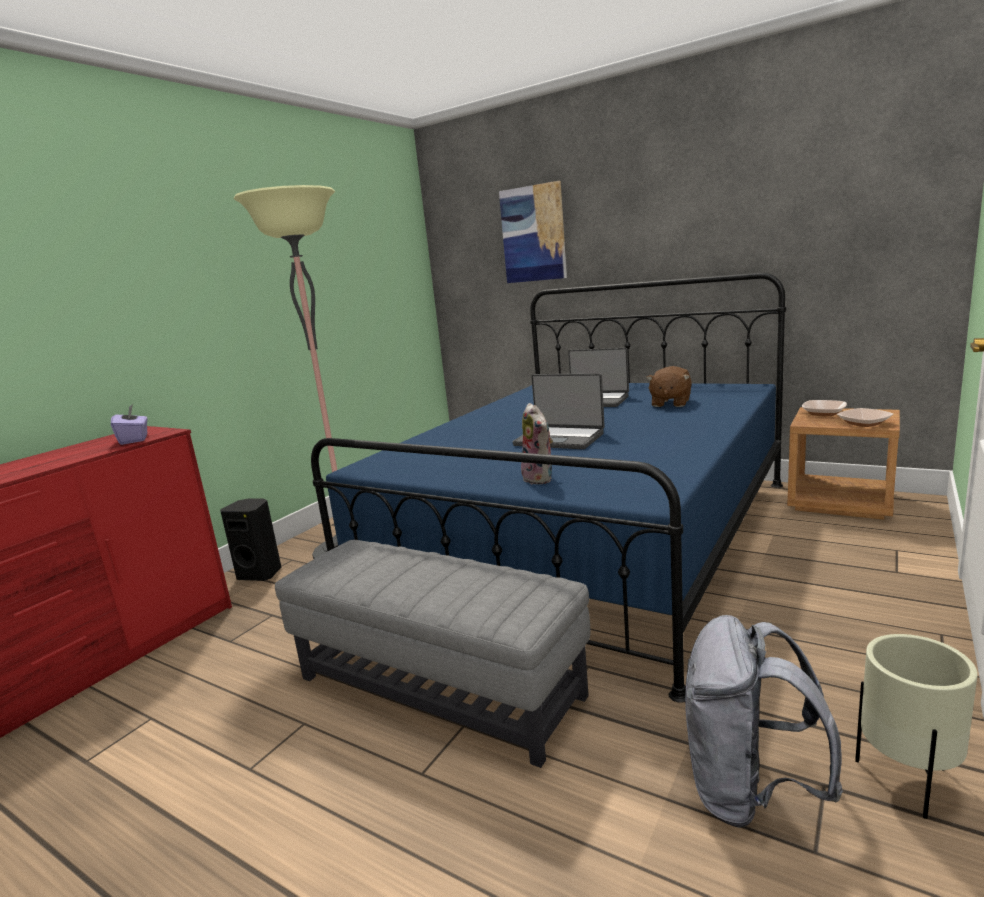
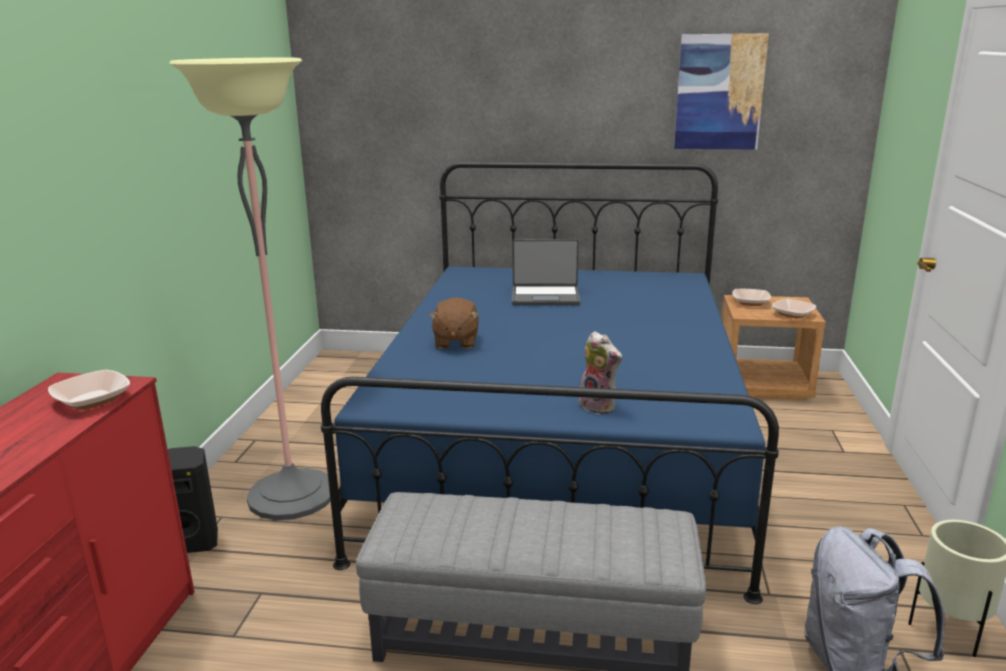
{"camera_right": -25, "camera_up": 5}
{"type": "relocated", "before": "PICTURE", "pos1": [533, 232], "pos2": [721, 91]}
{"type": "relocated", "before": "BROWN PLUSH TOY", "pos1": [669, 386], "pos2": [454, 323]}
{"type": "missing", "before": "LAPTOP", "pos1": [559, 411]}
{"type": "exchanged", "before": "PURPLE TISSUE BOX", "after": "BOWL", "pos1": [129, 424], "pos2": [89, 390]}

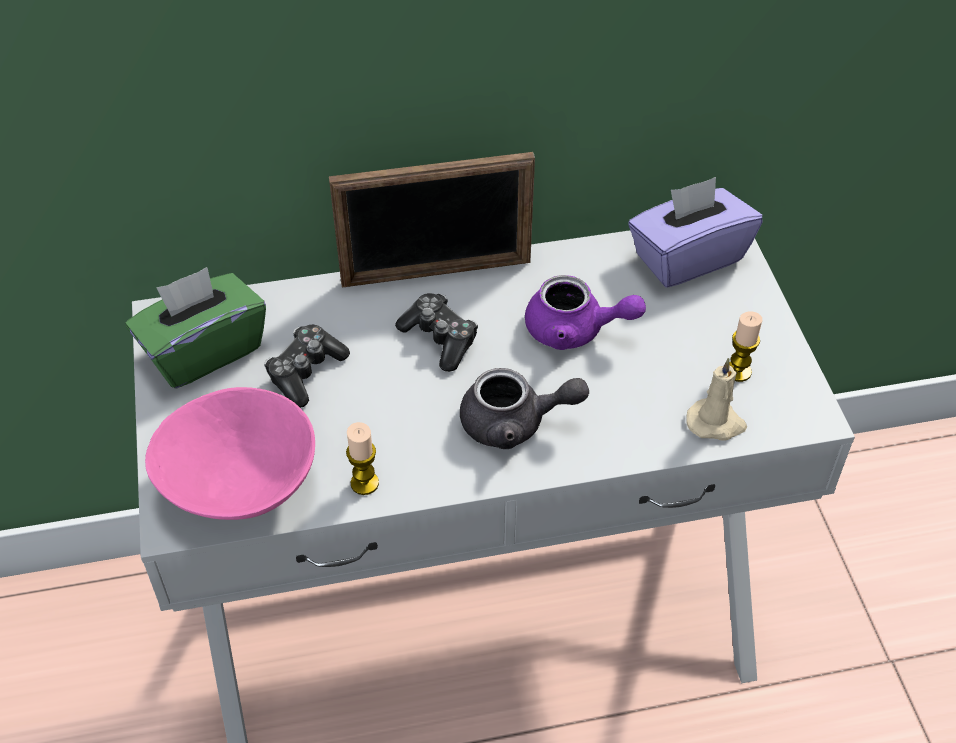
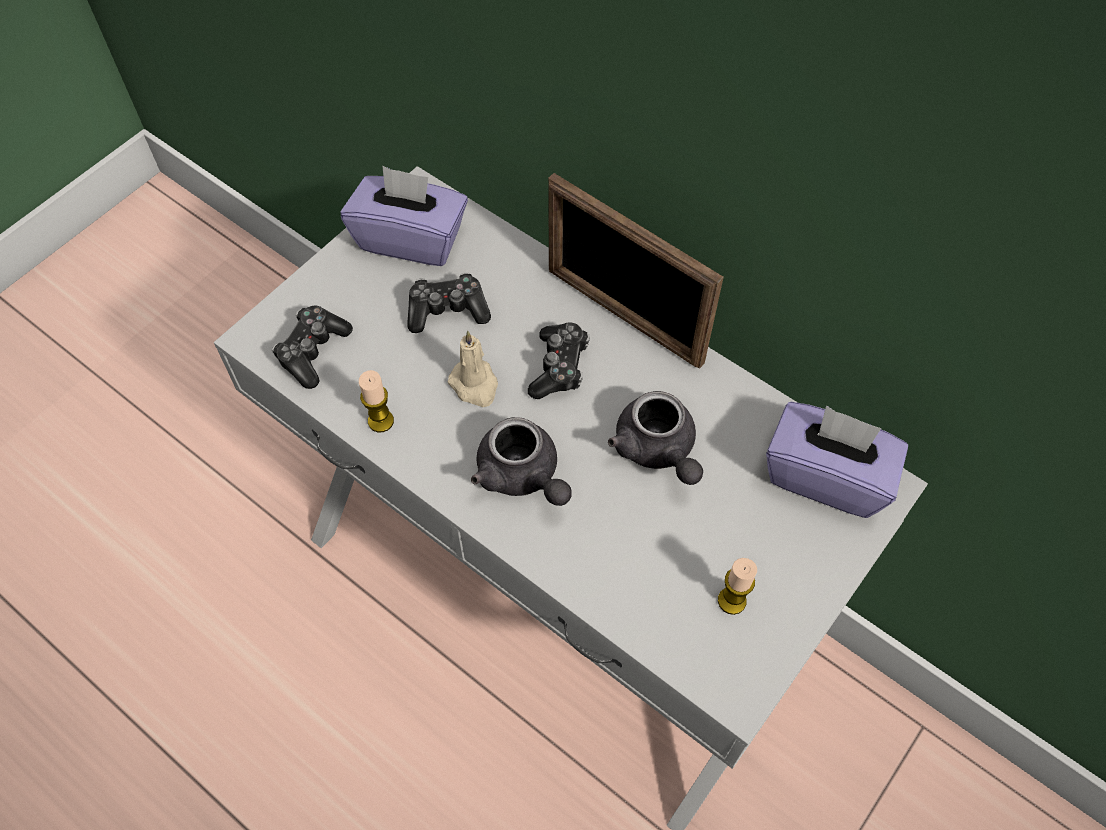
{"camera_right": 50, "camera_up": 10}
{"type": "colour", "before": "GREEN TISSUE BOX", "after": "PURPLE TISSUE BOX", "pos1": [196, 328], "pos2": [404, 215]}
{"type": "colour", "before": "PURPLE TEAPOT", "after": "GREY TEAPOT", "pos1": [585, 312], "pos2": [655, 438]}
{"type": "relocated", "before": "BEIGE CANDLE", "pos1": [716, 399], "pos2": [473, 369]}
{"type": "exchanged", "before": "PINK BOWL", "after": "GAME CONTROLLER", "pos1": [230, 453], "pos2": [312, 347]}

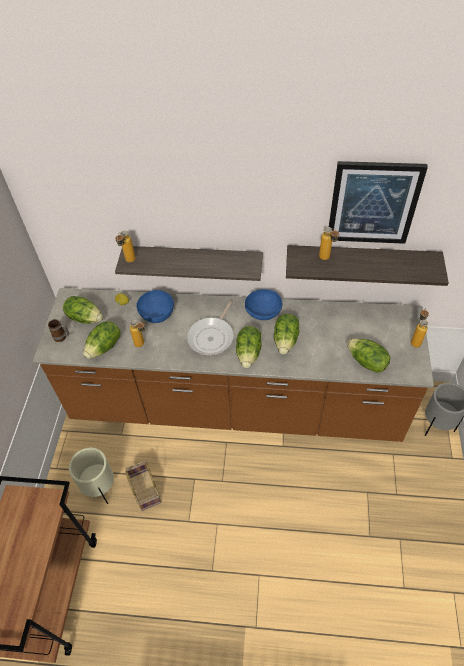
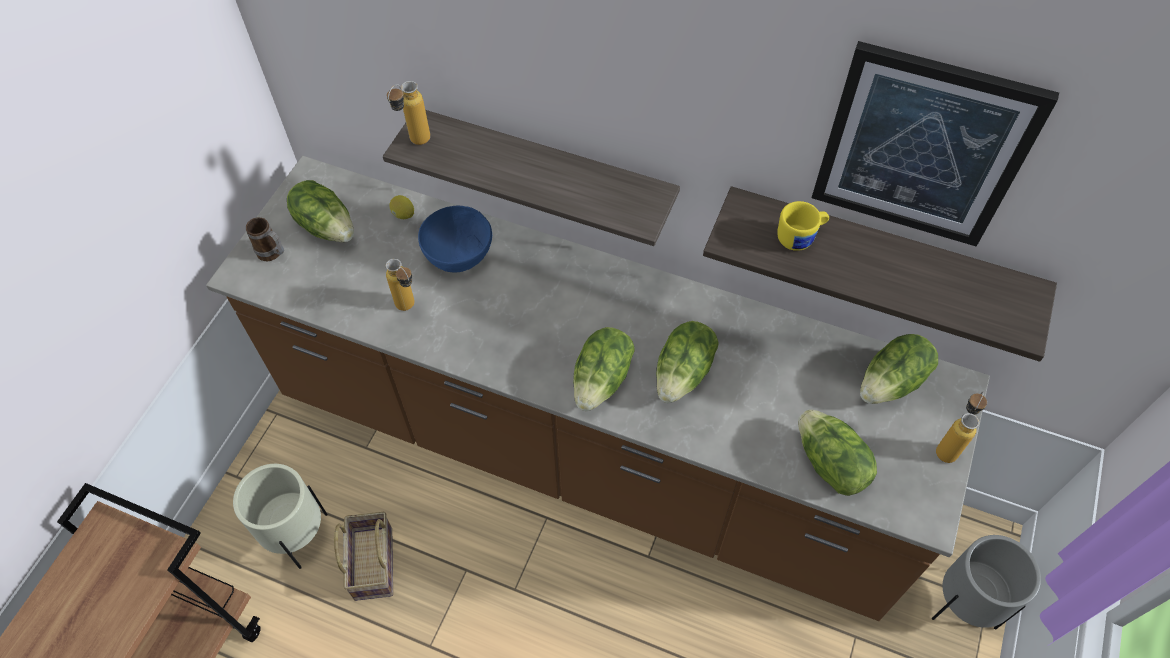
{"camera_right": 15, "camera_up": 5}
{"type": "exchanged", "before": "BOTTLE", "after": "YELLOW MUG", "pos1": [329, 243], "pos2": [803, 226]}
{"type": "missing", "before": "BLUE BOWL", "pos1": [263, 304]}
{"type": "missing", "before": "FRYING PAN", "pos1": [210, 328]}
{"type": "relocated", "before": "LETTUCE", "pos1": [102, 340], "pos2": [899, 369]}

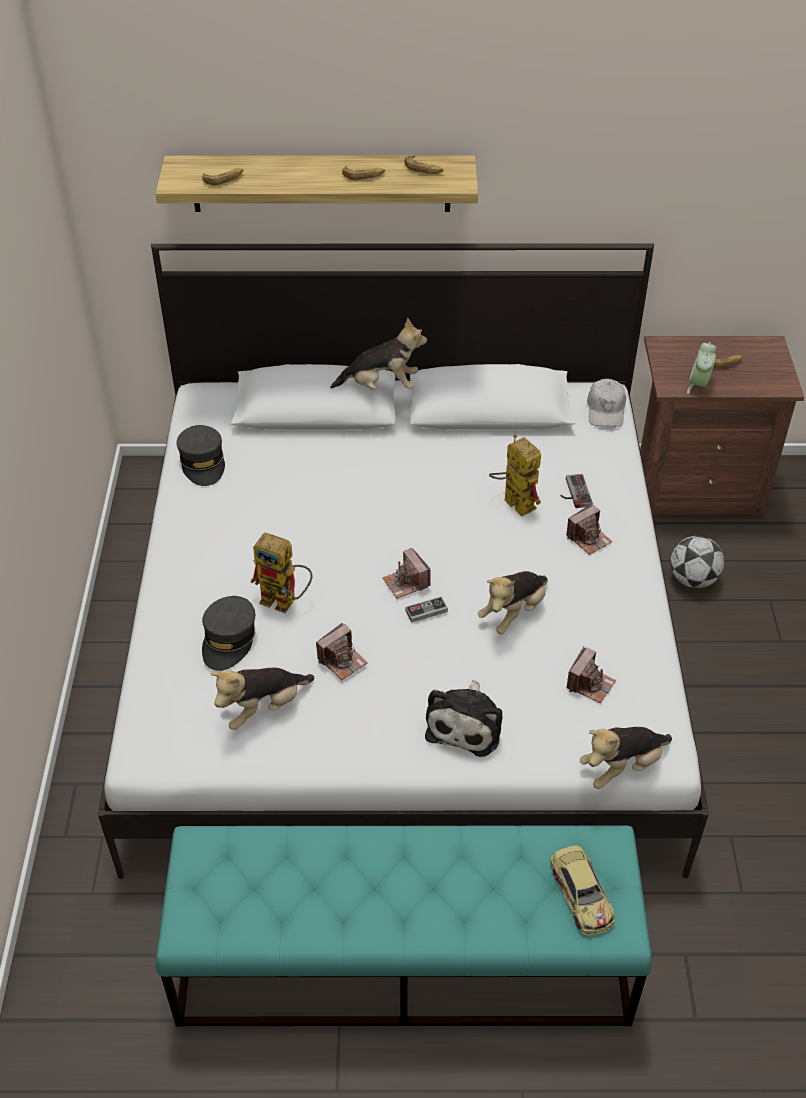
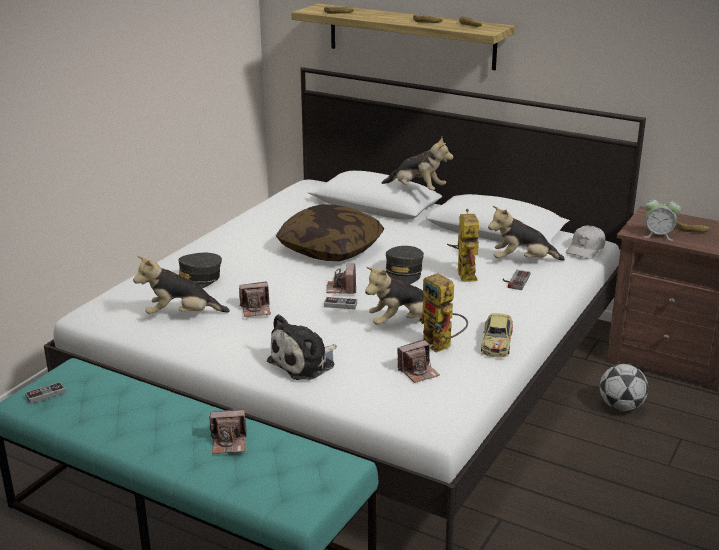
{"camera_right": 30, "camera_up": -20}
{"type": "spun", "before": "ALARM CLOCK", "pos1": [701, 368], "pos2": [662, 218], "turn": -120}
{"type": "relocated", "before": "GREY CAP", "pos1": [201, 455], "pos2": [405, 265]}
{"type": "relocated", "before": "PHOTO CAMERA", "pos1": [589, 529], "pos2": [228, 431]}
{"type": "relocated", "before": "TOY ROBOT", "pos1": [281, 572], "pos2": [443, 313]}
{"type": "relocated", "before": "PLUSH TOY", "pos1": [626, 758], "pos2": [526, 233]}
{"type": "relocated", "before": "TOY CAR", "pos1": [582, 890], "pos2": [497, 335]}
{"type": "appeared", "after": "PILLOW", "pos2": [330, 232]}
{"type": "appeared", "after": "GAME CONTROLLER", "pos2": [45, 393]}

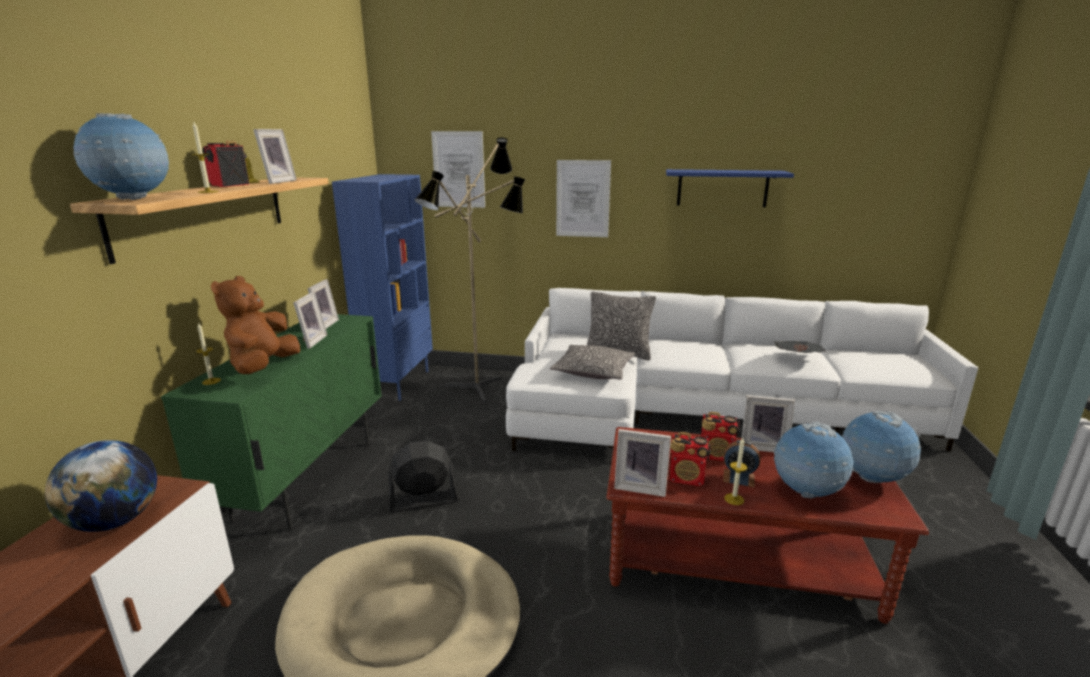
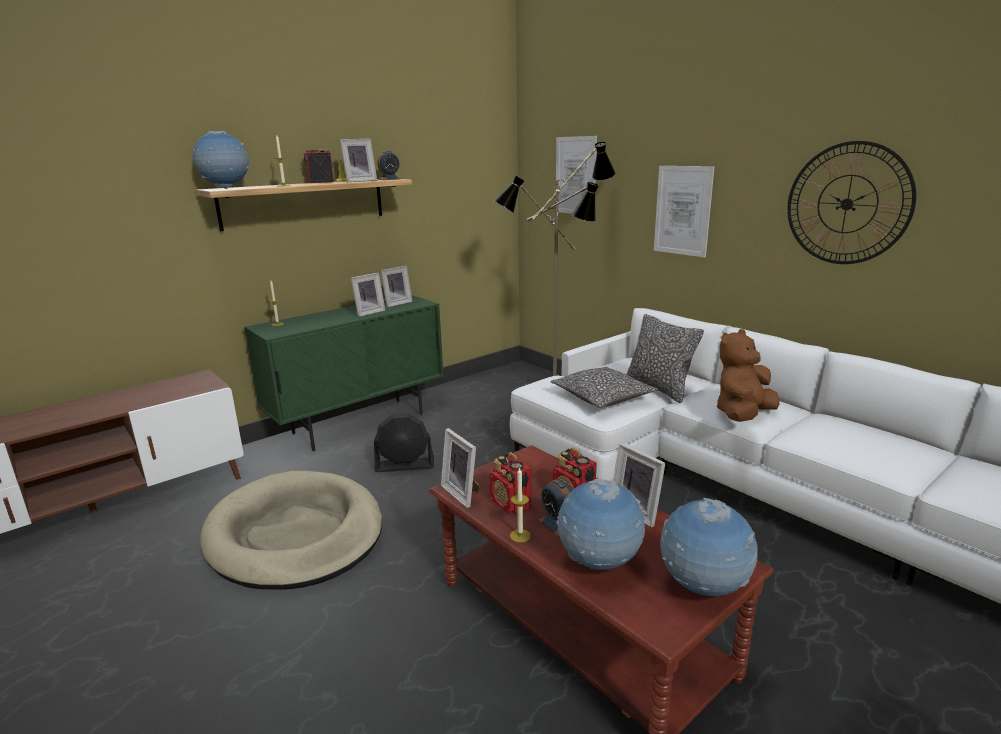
{"camera_right": 40, "camera_up": 0}
{"type": "exchanged", "before": "BLUE SHELF", "after": "WALL CLOCK", "pos1": [730, 188], "pos2": [851, 202]}
{"type": "missing", "before": "BLUE BOOKCASE", "pos1": [382, 287]}
{"type": "relocated", "before": "BROWN PLUSH TOY", "pos1": [255, 325], "pos2": [748, 375]}
{"type": "missing", "before": "NEWSPAPER", "pos1": [800, 347]}
{"type": "missing", "before": "GLOBE", "pos1": [101, 486]}
{"type": "spun", "before": "BLACK FAN", "pos1": [423, 476], "pos2": [404, 442], "turn": 150}
{"type": "appeared", "after": "ALARM CLOCK", "pos2": [389, 165]}

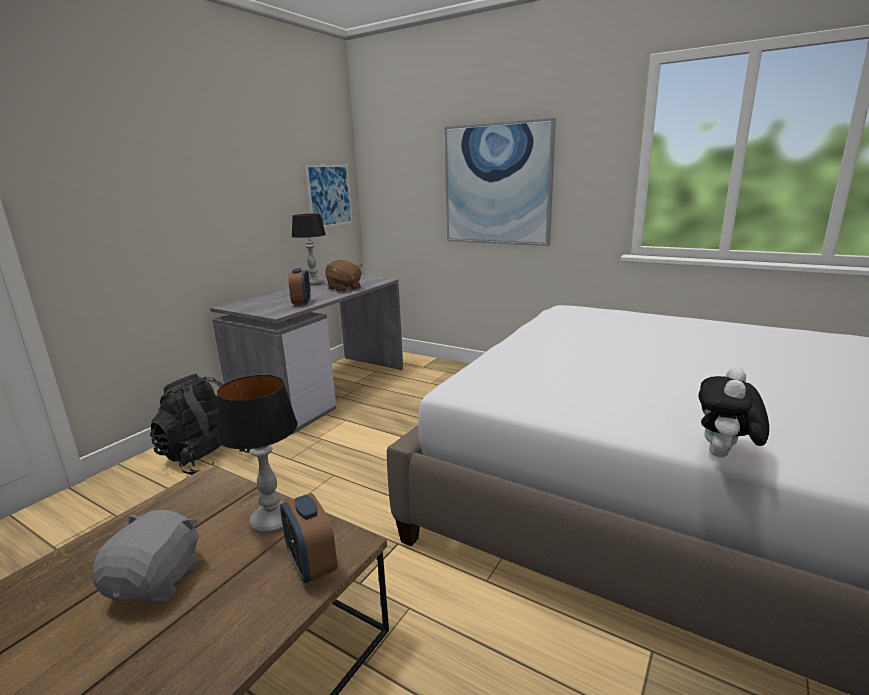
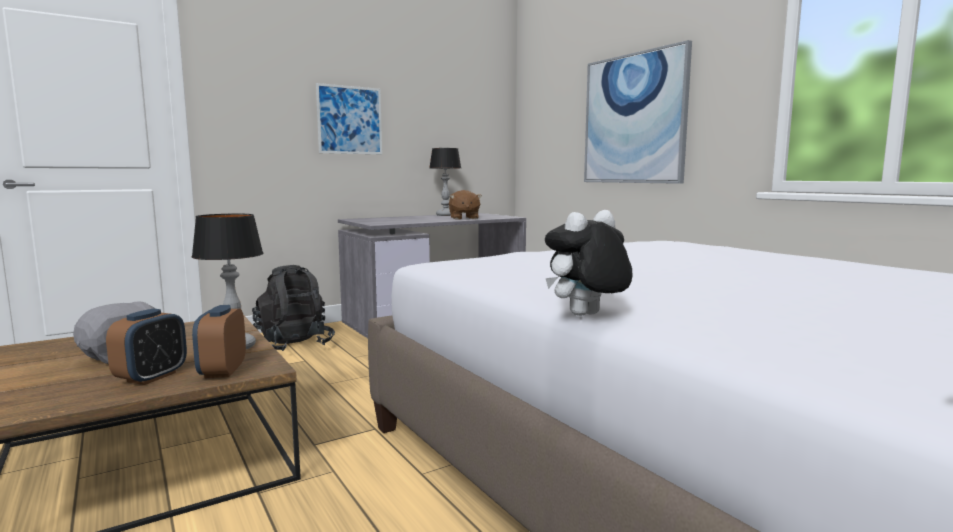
{"camera_right": 25, "camera_up": -10}
{"type": "relocated", "before": "PICTURE", "pos1": [329, 196], "pos2": [349, 118]}
{"type": "relocated", "before": "ALARM CLOCK", "pos1": [299, 287], "pos2": [146, 346]}

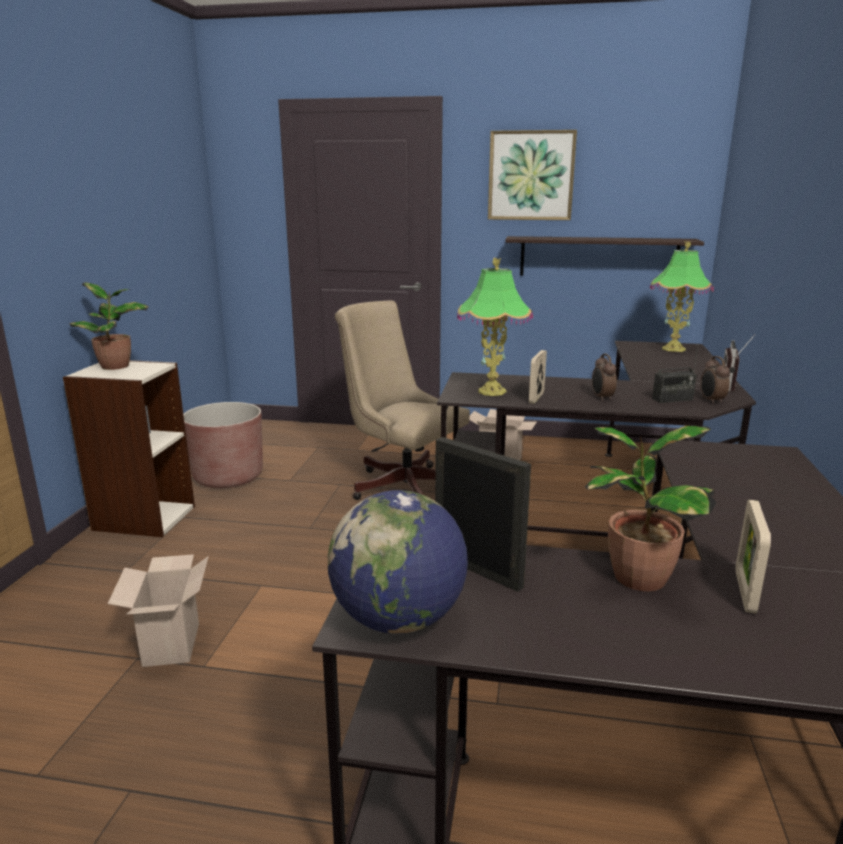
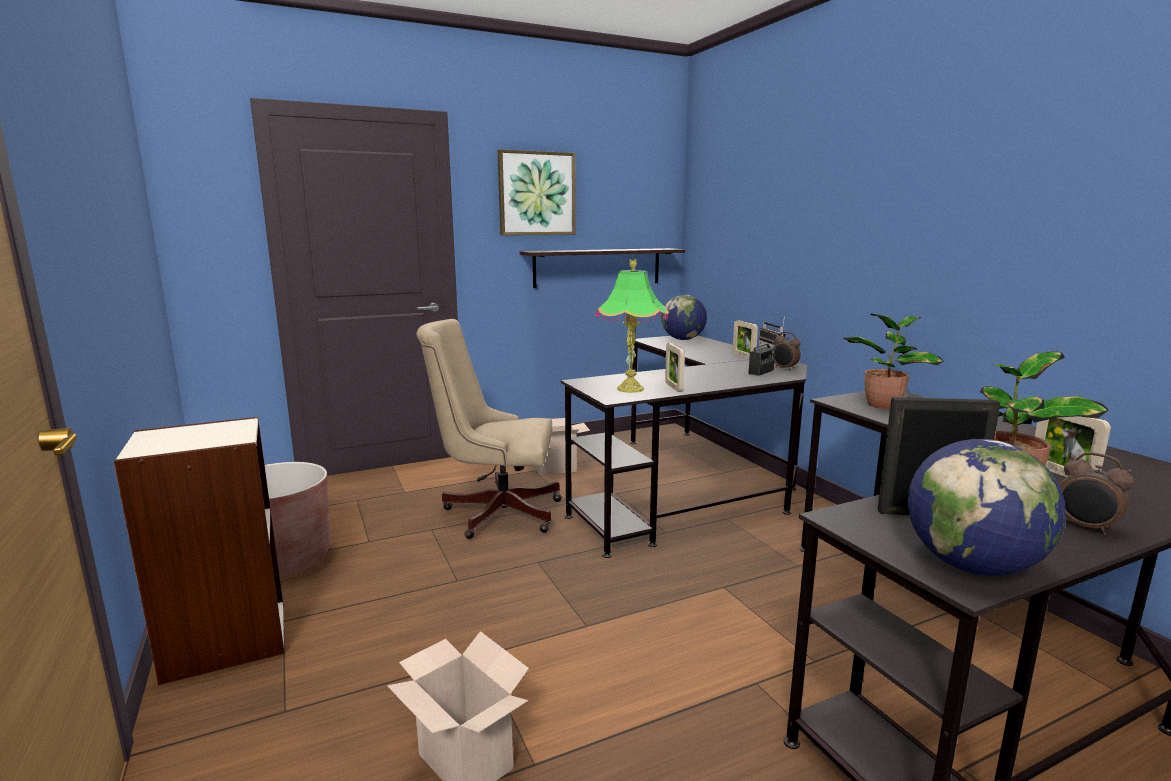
{"camera_right": -35, "camera_up": -5}
{"type": "exchanged", "before": "TABLE LAMP", "after": "GLOBE", "pos1": [682, 296], "pos2": [684, 317]}
{"type": "relocated", "before": "POTTED PLANT", "pos1": [109, 326], "pos2": [893, 361]}
{"type": "relocated", "before": "ALARM CLOCK", "pos1": [604, 377], "pos2": [1096, 493]}
{"type": "appeared", "after": "PICTURE FRAME", "pos2": [745, 339]}

